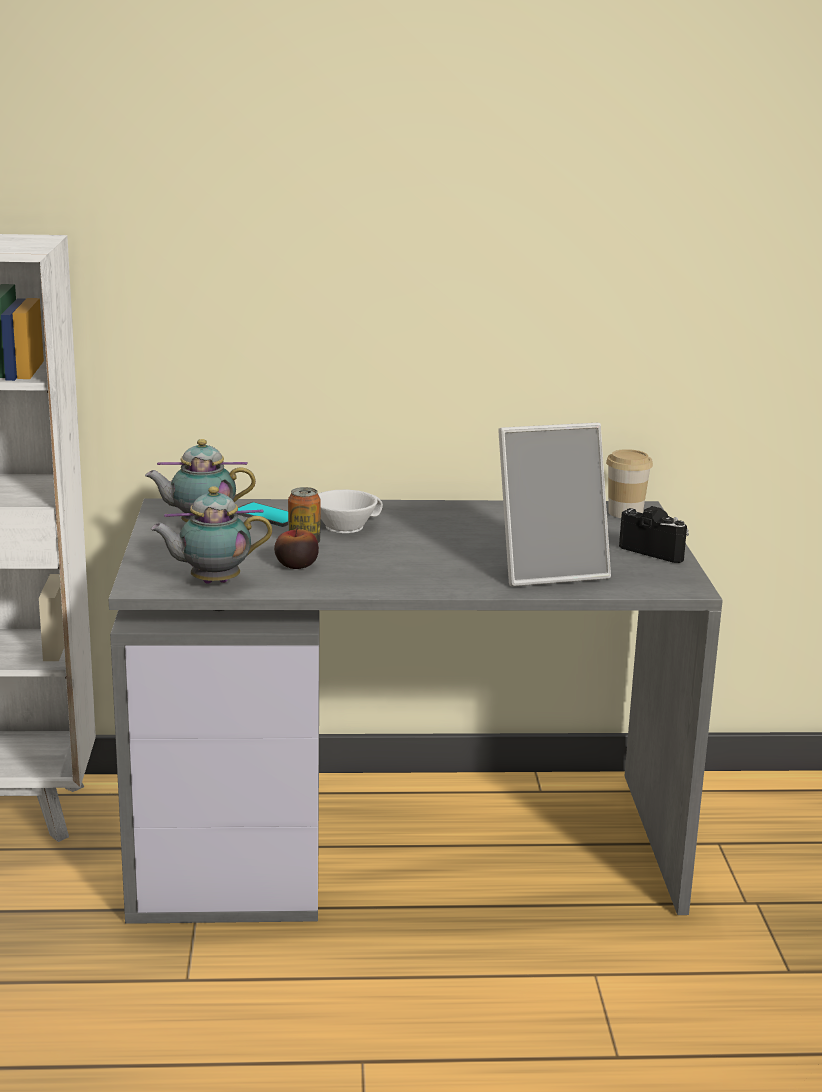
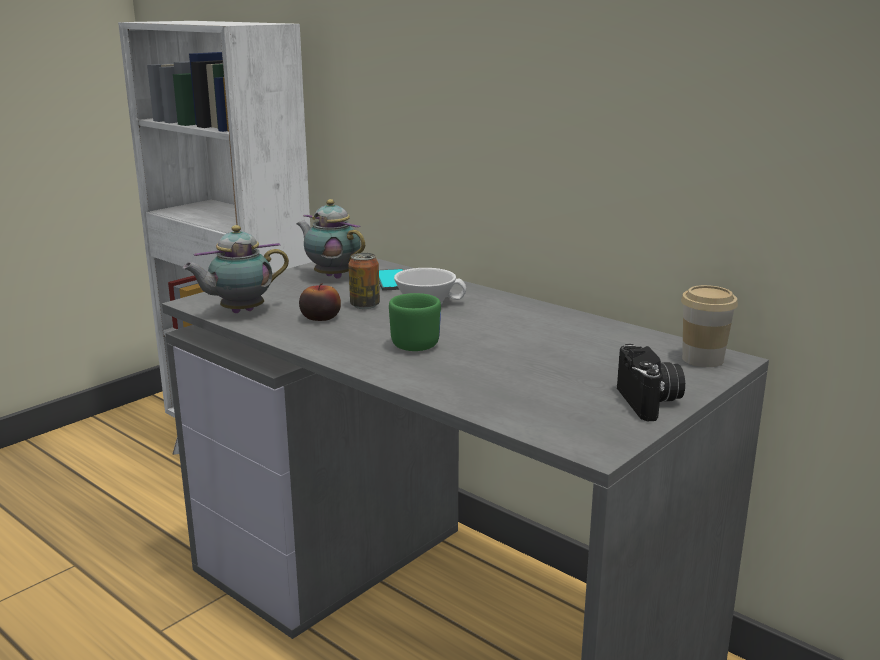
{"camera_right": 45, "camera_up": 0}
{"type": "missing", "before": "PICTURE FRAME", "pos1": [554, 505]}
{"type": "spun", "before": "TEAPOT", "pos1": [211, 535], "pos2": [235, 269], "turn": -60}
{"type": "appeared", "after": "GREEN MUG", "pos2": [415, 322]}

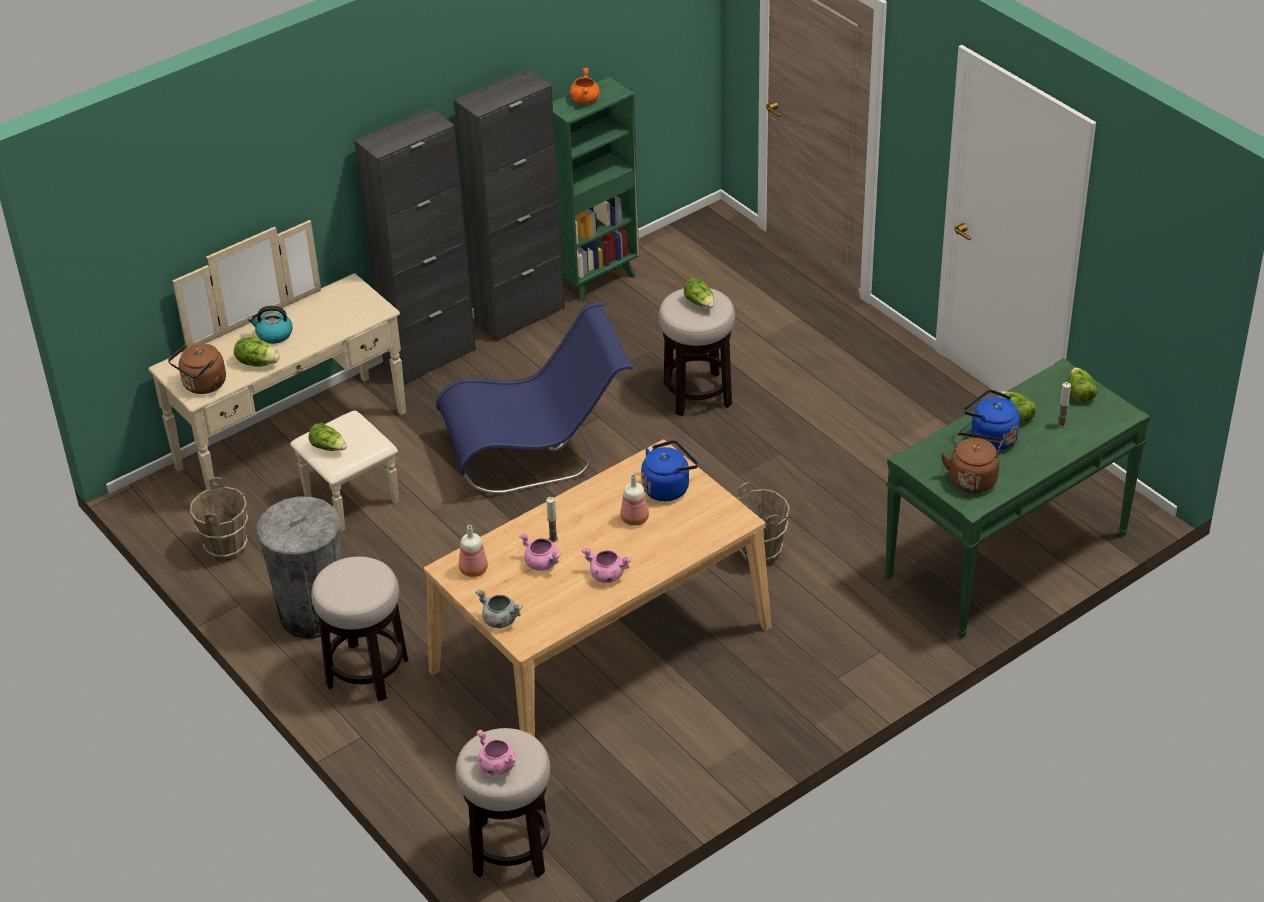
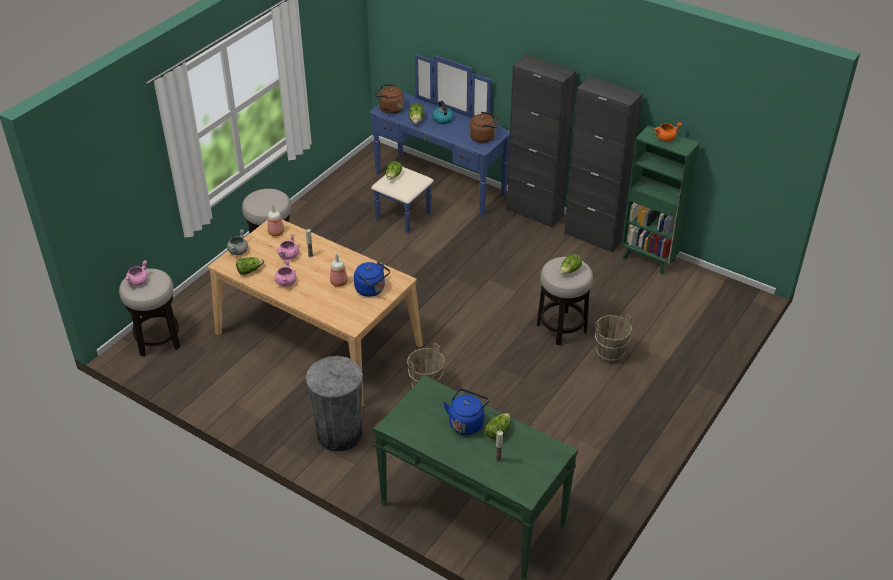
{"camera_right": 70, "camera_up": 0}
{"type": "colour", "before": "BEIGE DRESSER", "after": "BLUE DRESSER", "pos1": [277, 376], "pos2": [440, 143]}
{"type": "missing", "before": "BLUE CHAIR", "pos1": [534, 398]}
{"type": "relocated", "before": "LETTUCE", "pos1": [1083, 385], "pos2": [250, 266]}
{"type": "relocated", "before": "BROWN KETTLE", "pos1": [972, 462], "pos2": [483, 127]}
{"type": "relocated", "before": "BROWN BUCKET", "pos1": [219, 519], "pos2": [613, 339]}
{"type": "relocated", "before": "GREY TRASH CAN", "pos1": [299, 567], "pos2": [334, 403]}

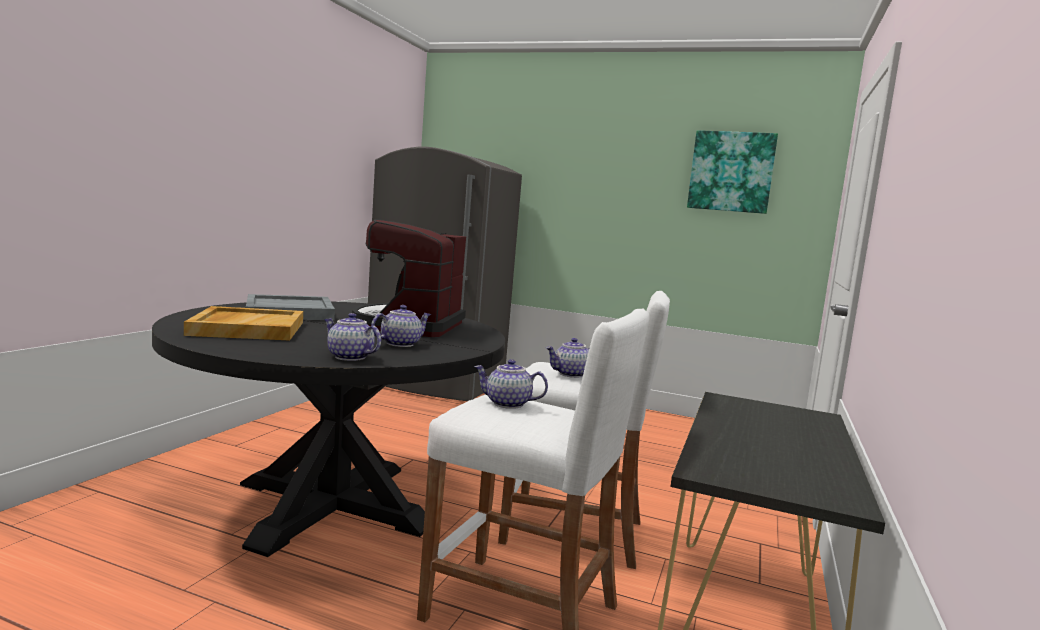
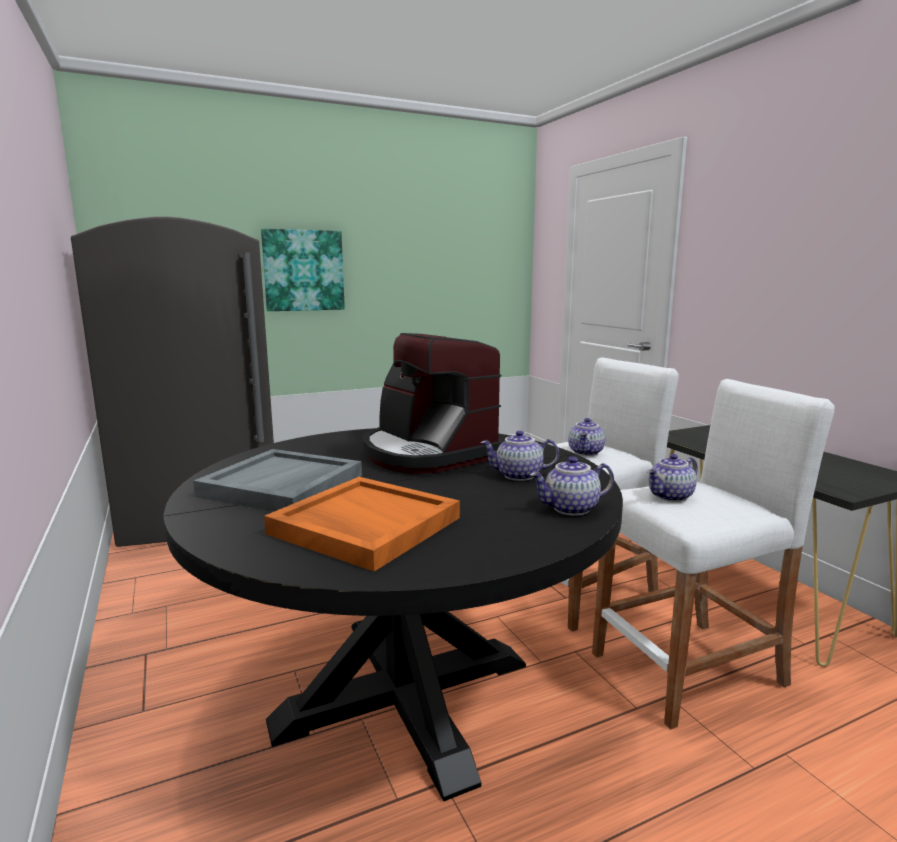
{"camera_right": -45, "camera_up": 5}
{"type": "relocated", "before": "PICTURE", "pos1": [732, 172], "pos2": [303, 270]}
{"type": "spun", "before": "TEAPOT", "pos1": [401, 326], "pos2": [519, 456], "turn": -90}
{"type": "colour", "before": "BEIGE TRAY", "after": "ORANGE TRAY", "pos1": [243, 323], "pos2": [362, 524]}

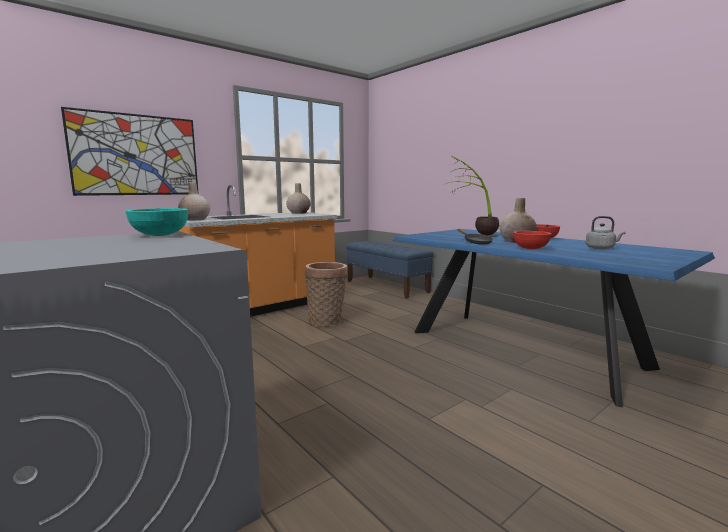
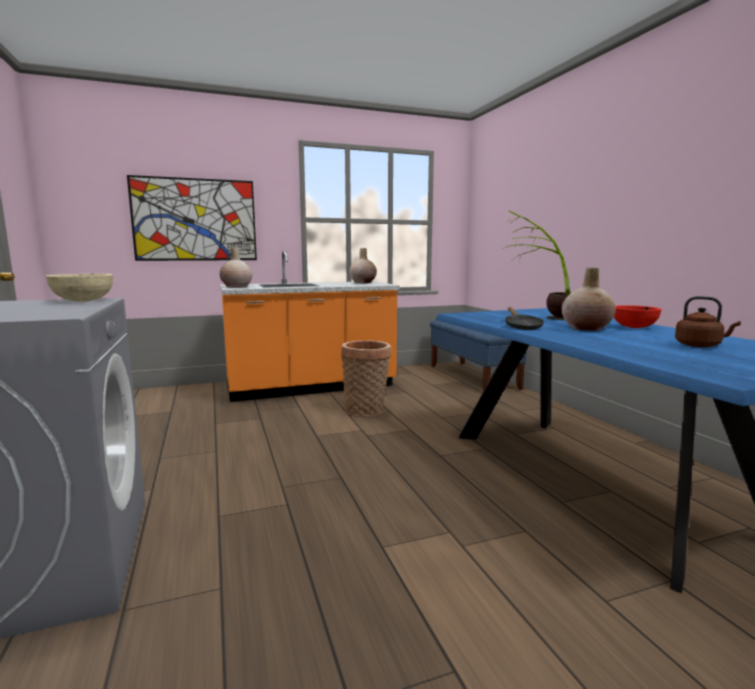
{"camera_right": 20, "camera_up": 0}
{"type": "colour", "before": "TURQUOISE BOWL", "after": "BEIGE BOWL", "pos1": [157, 222], "pos2": [79, 288]}
{"type": "colour", "before": "GREY KETTLE", "after": "BROWN KETTLE", "pos1": [605, 232], "pos2": [708, 321]}
{"type": "missing", "before": "RED BOWL", "pos1": [532, 240]}

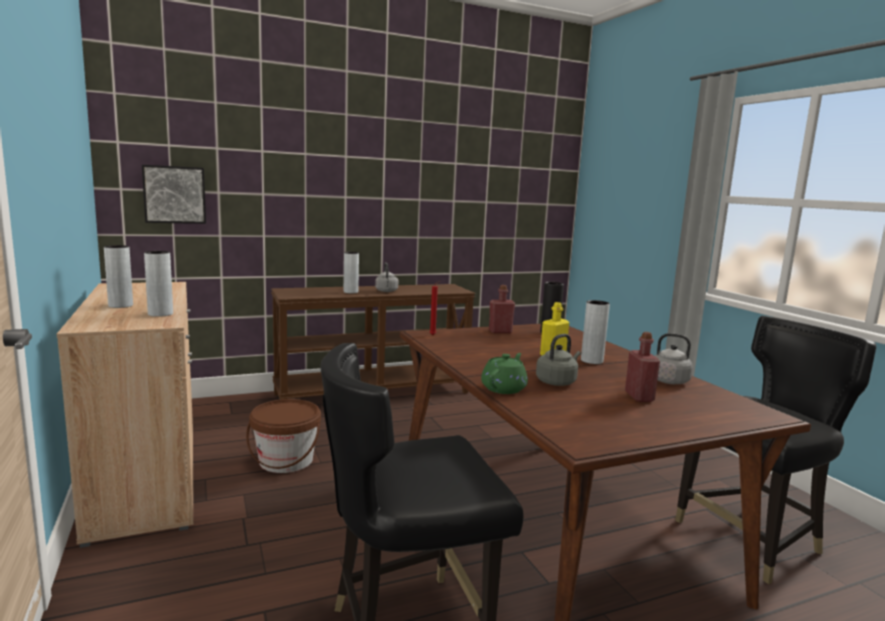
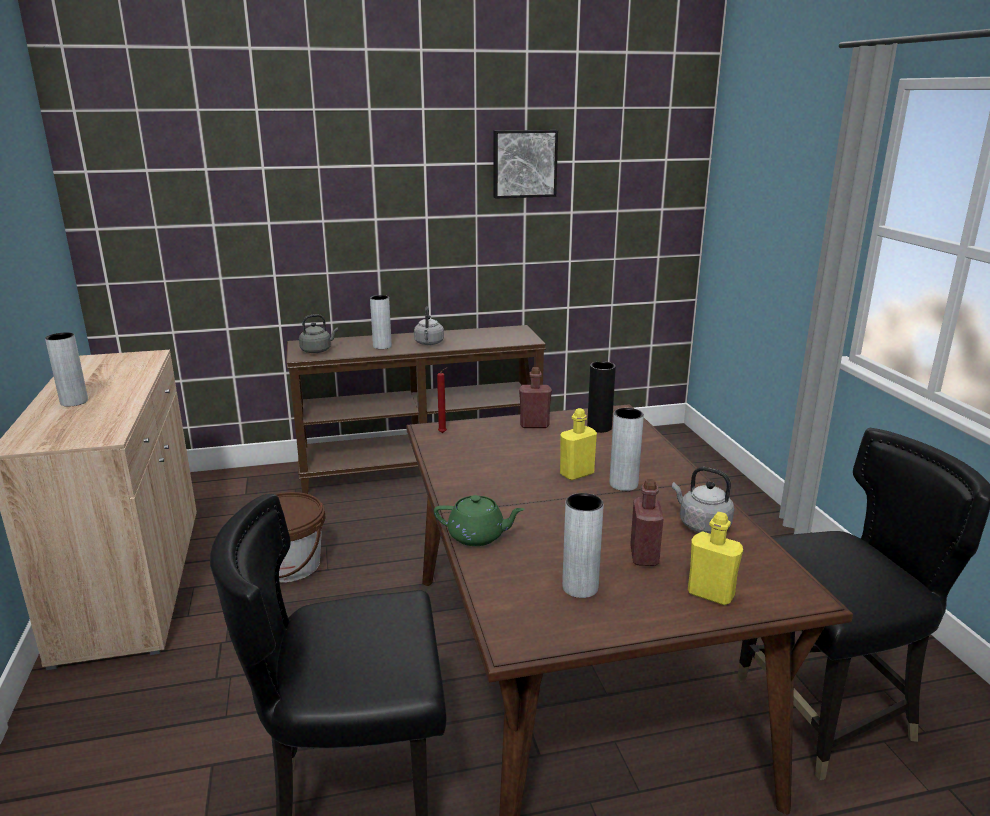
{"camera_right": 10, "camera_up": 10}
{"type": "relocated", "before": "PICTURE", "pos1": [174, 194], "pos2": [526, 164]}
{"type": "relocated", "before": "GREY VASE", "pos1": [158, 284], "pos2": [583, 545]}
{"type": "relocated", "before": "GREY KETTLE", "pos1": [558, 360], "pos2": [318, 333]}
{"type": "spun", "before": "GREEN TEAPOT", "pos1": [504, 373], "pos2": [479, 520], "turn": 60}
{"type": "appeared", "after": "YELLOW BOTTLE", "pos2": [715, 558]}

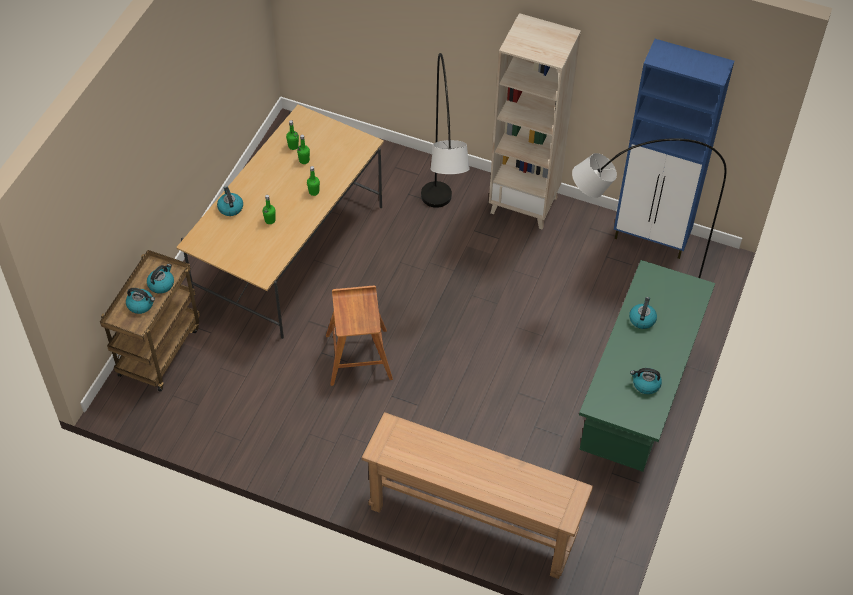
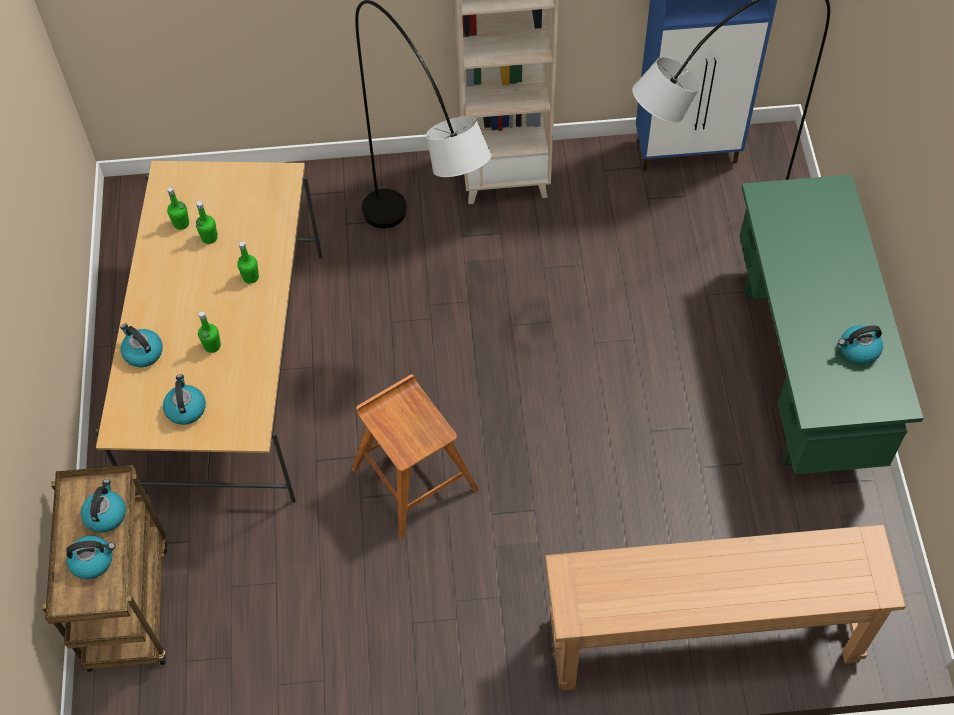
{"camera_right": -25, "camera_up": 5}
{"type": "relocated", "before": "KETTLE", "pos1": [643, 313], "pos2": [184, 399]}

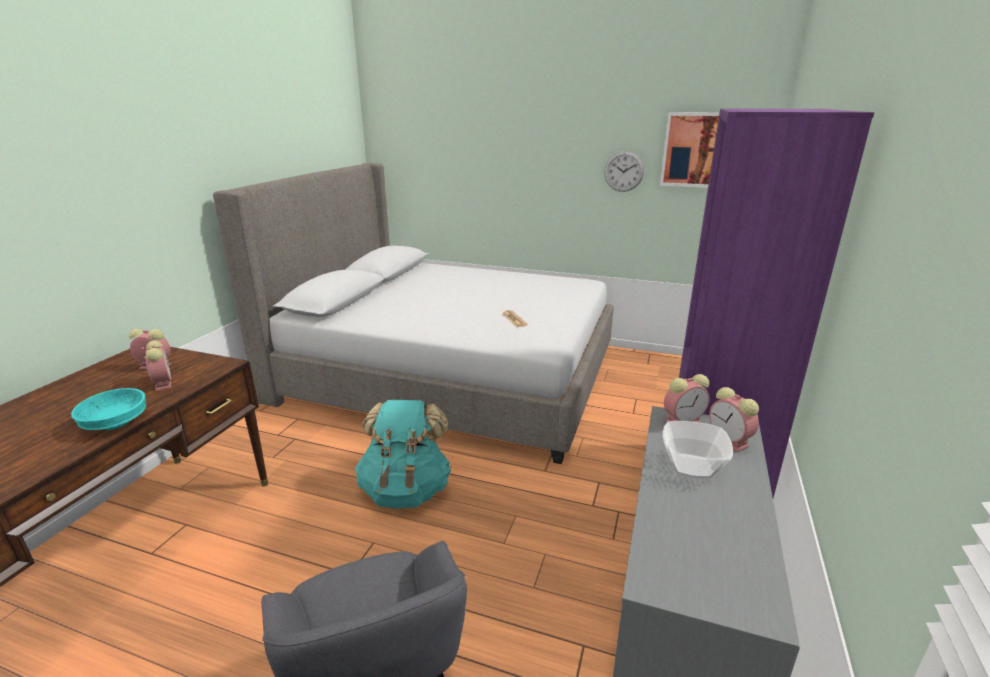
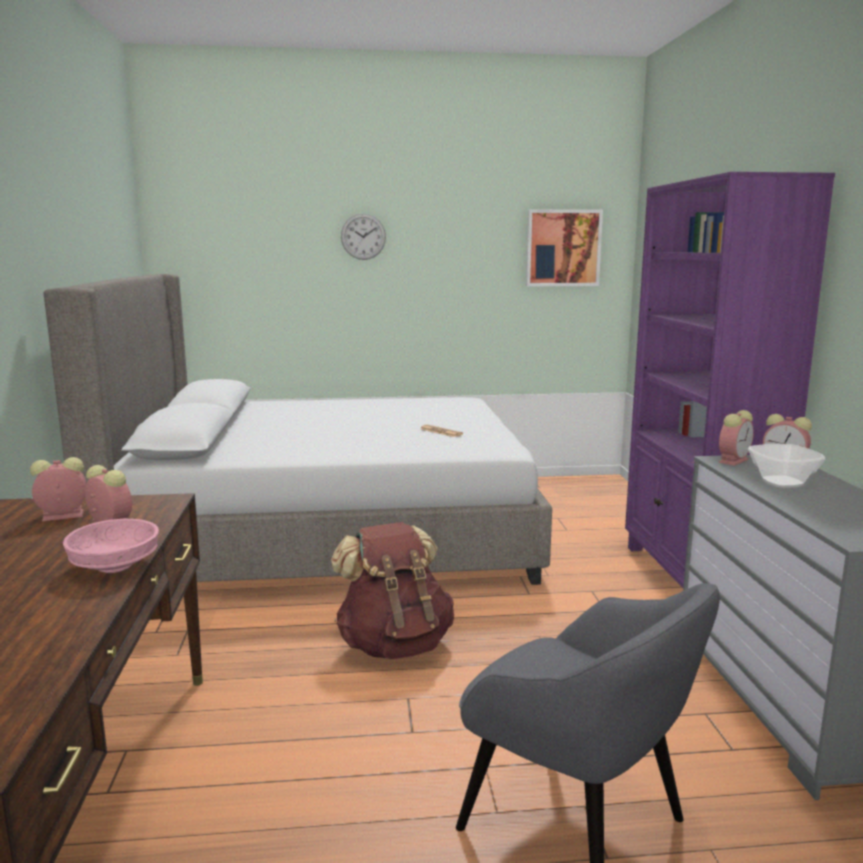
{"camera_right": -25, "camera_up": -10}
{"type": "relocated", "before": "WALL CLOCK", "pos1": [624, 171], "pos2": [363, 236]}
{"type": "colour", "before": "TURQUOISE BOWL", "after": "PINK BOWL", "pos1": [108, 409], "pos2": [111, 545]}
{"type": "colour", "before": "TURQUOISE BACKPACK", "after": "BROWN BACKPACK", "pos1": [403, 454], "pos2": [392, 590]}

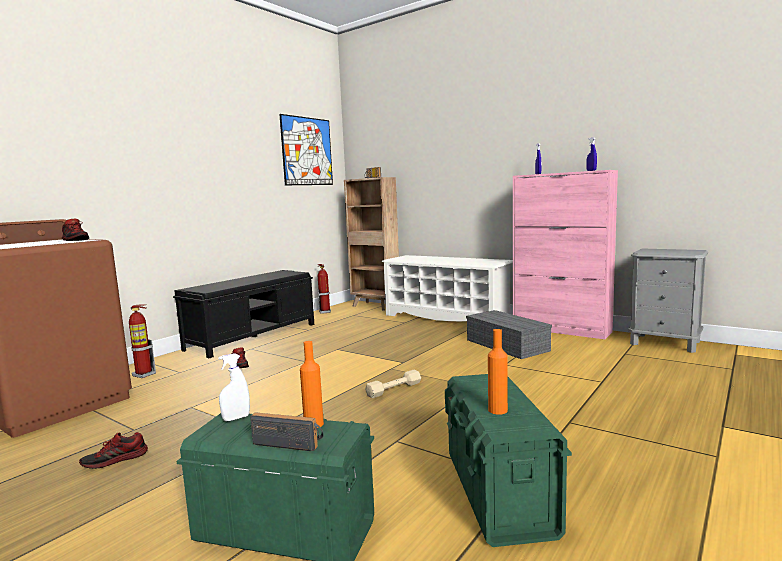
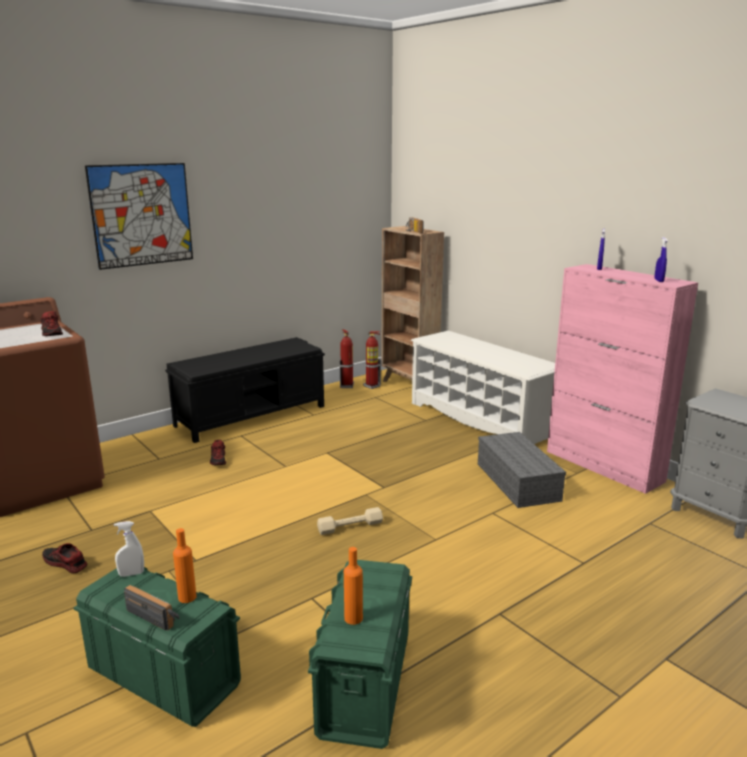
{"camera_right": 15, "camera_up": 10}
{"type": "relocated", "before": "PICTURE", "pos1": [306, 149], "pos2": [139, 216]}
{"type": "relocated", "before": "FIRE EXTINGUISHER", "pos1": [142, 341], "pos2": [372, 360]}
{"type": "spun", "before": "SHOE", "pos1": [113, 450], "pos2": [65, 558], "turn": 45}

